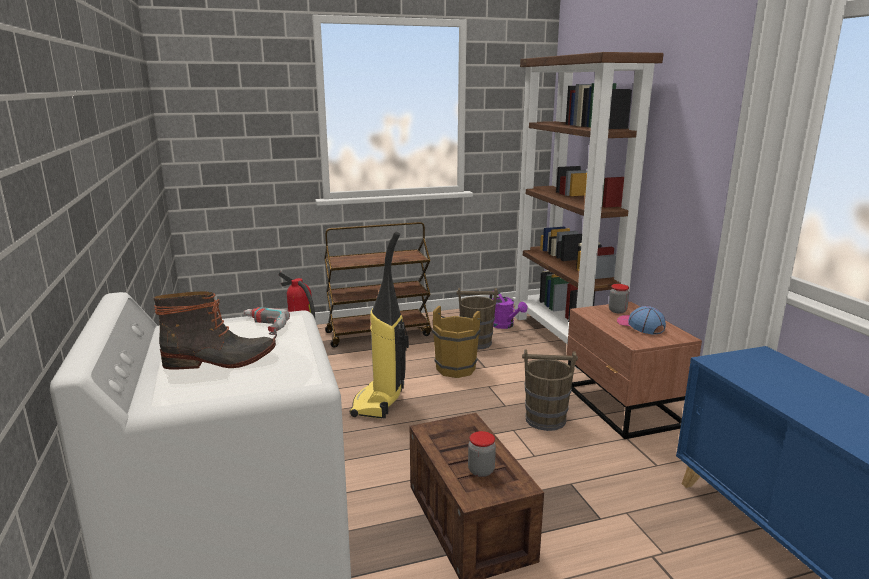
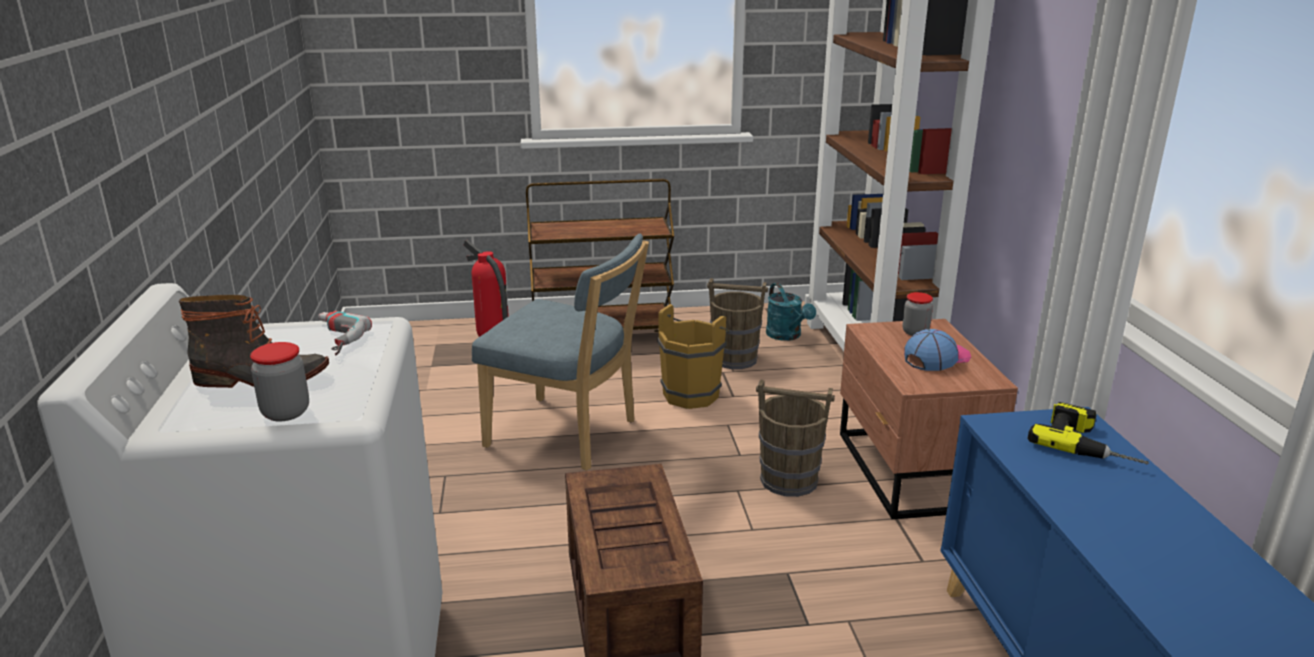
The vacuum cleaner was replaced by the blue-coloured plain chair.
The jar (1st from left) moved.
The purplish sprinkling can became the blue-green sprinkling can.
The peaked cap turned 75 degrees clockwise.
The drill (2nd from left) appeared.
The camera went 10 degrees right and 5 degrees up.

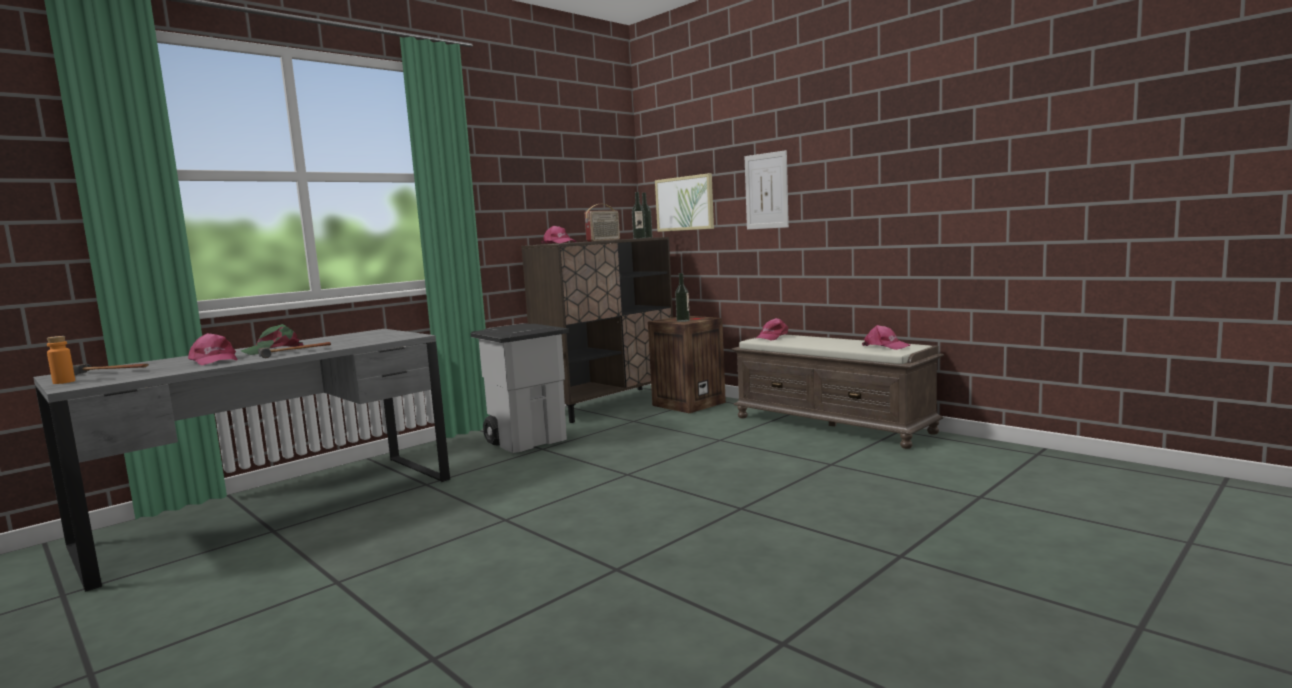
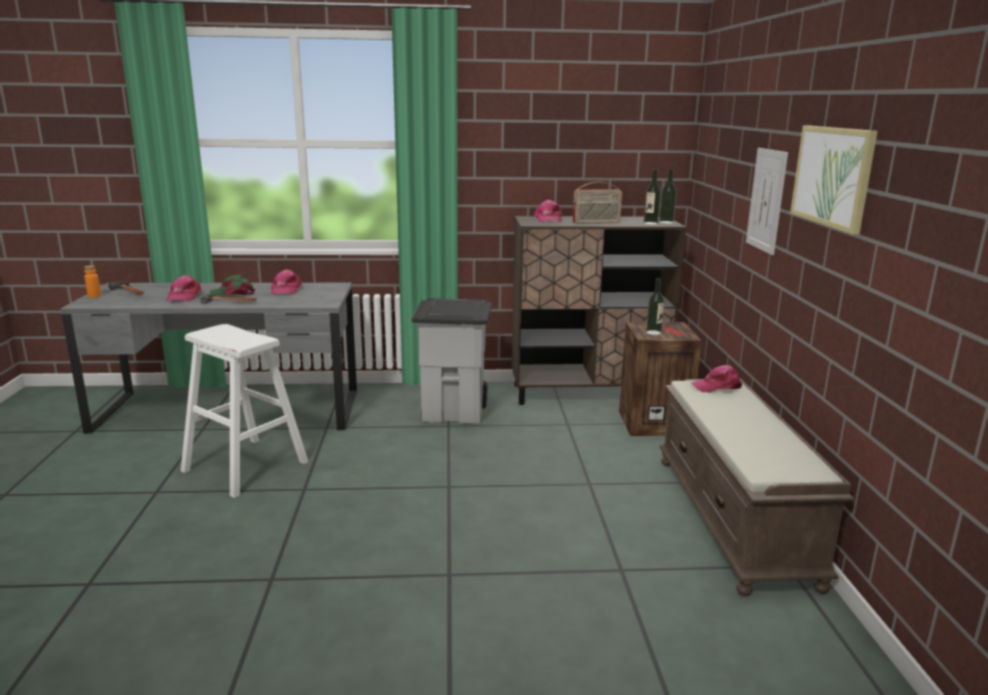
The wall art (1st from left in the first image) moved.
The pink peaked cap (4th from left in the first image) moved.
The white stool seat appeared.
The camera went 40 degrees right and 10 degrees up.

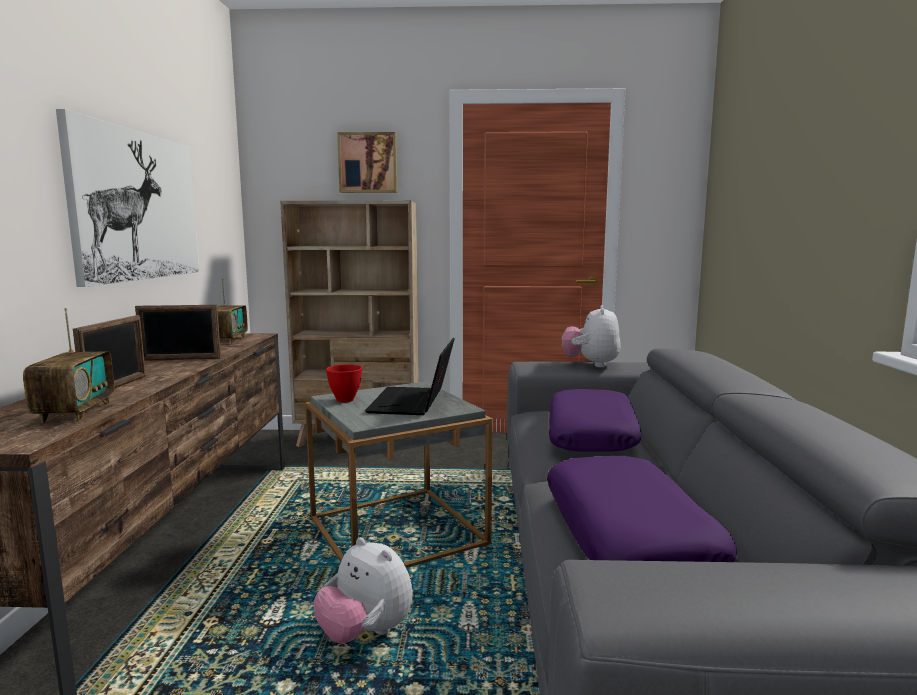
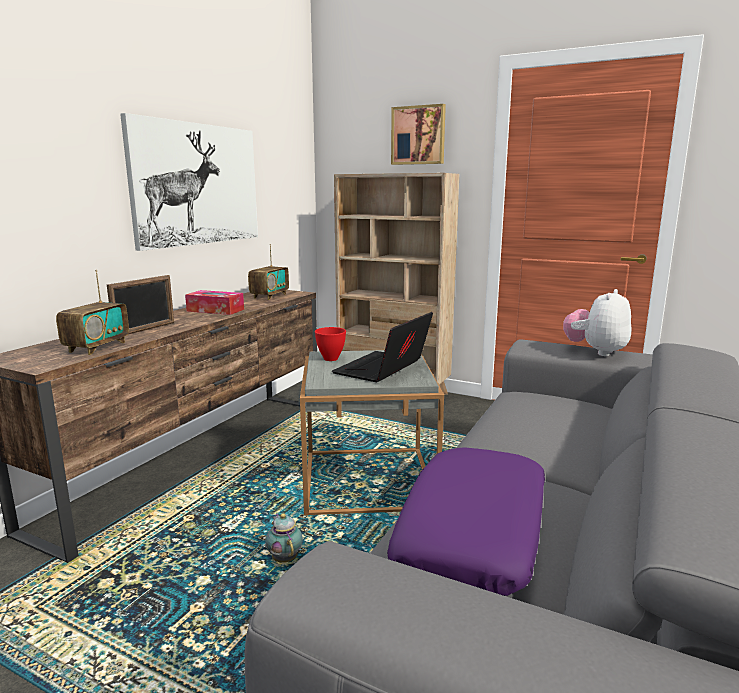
The picture frame (2nd from left) was replaced by the box of tissues.
The cuddly toy (1st from left) was replaced by the teapot.
The purplish pillow (1st from left) disappeared.
The camera went 25 degrees right and 5 degrees up.

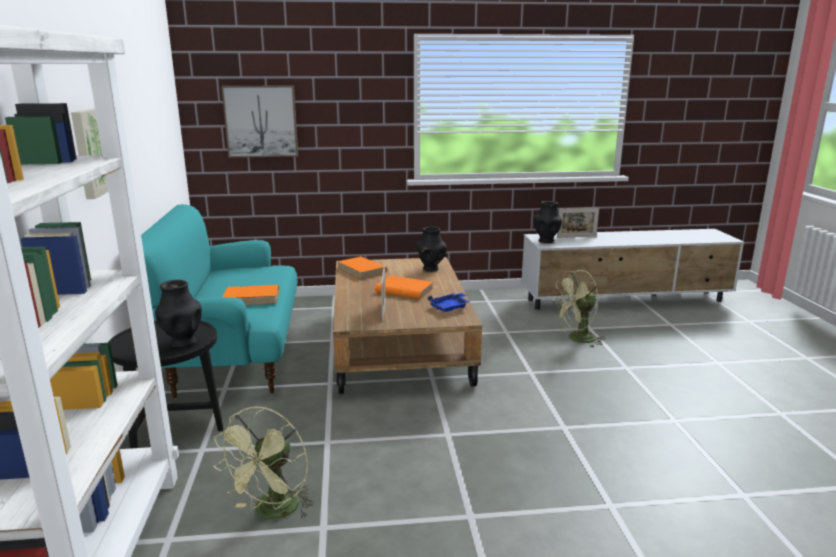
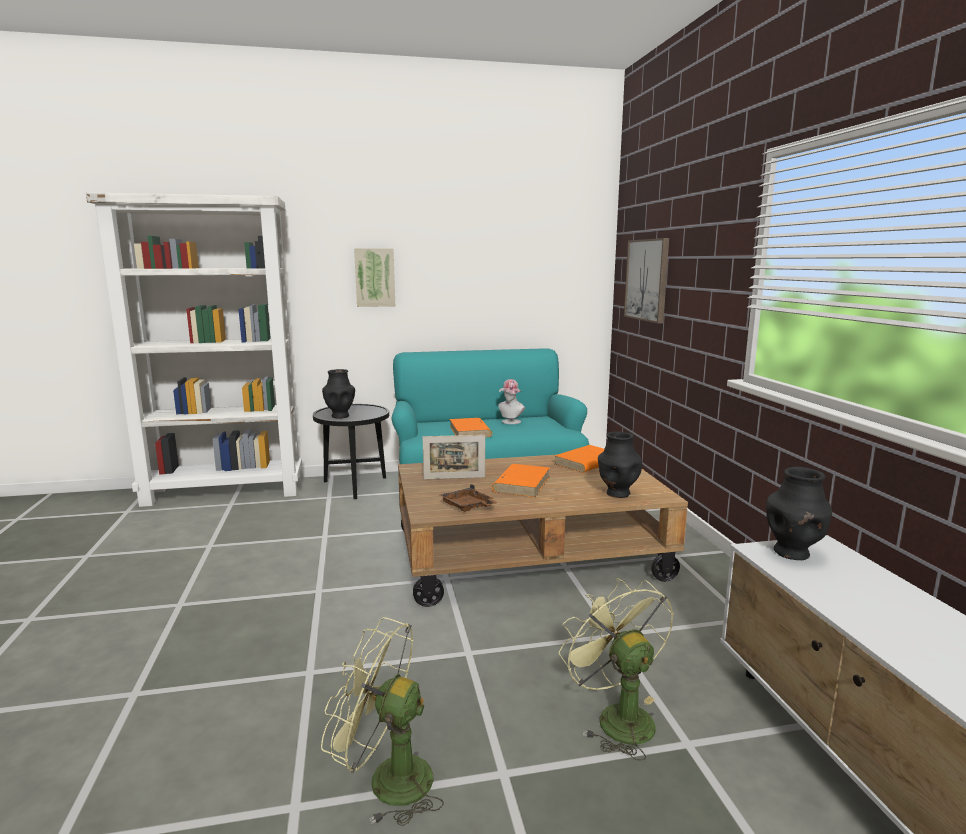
The green cooling fan (1st from left) moved.
The blue-coloured carrying tray became the brown carrying tray.
The picture frame (2nd from left) disappeared.
The clothing hat appeared.
The camera went 85 degrees right and 5 degrees down.

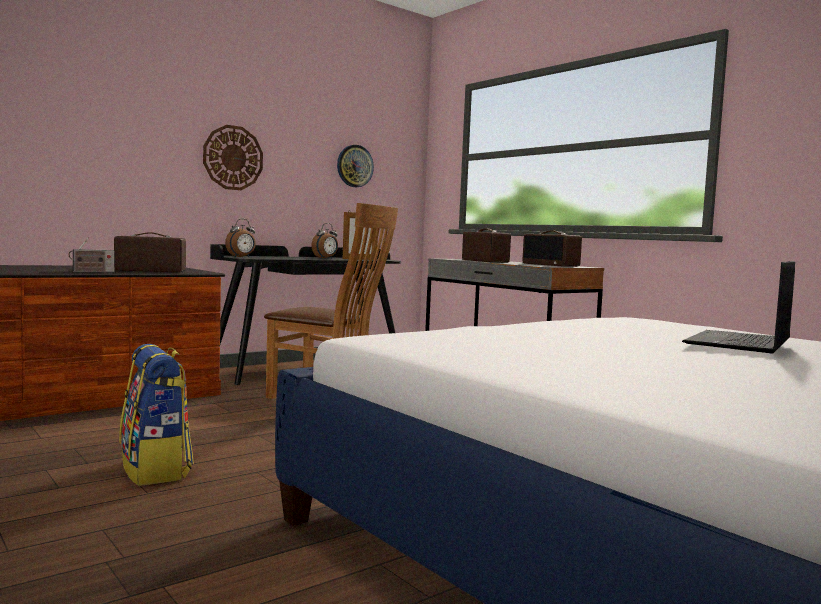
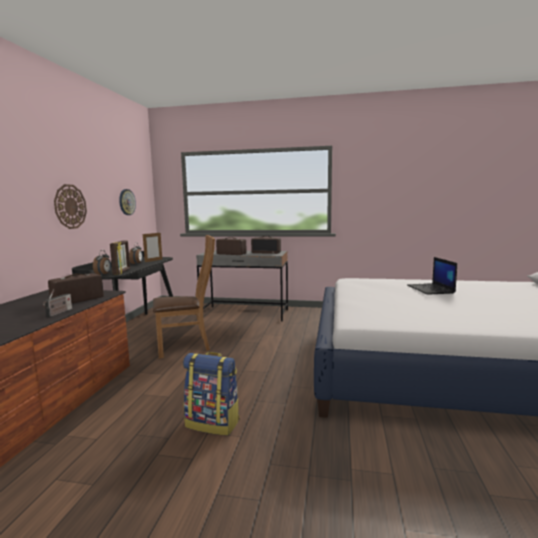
The picture frame (1st from left) appeared.
The camera went 40 degrees left and 5 degrees up.

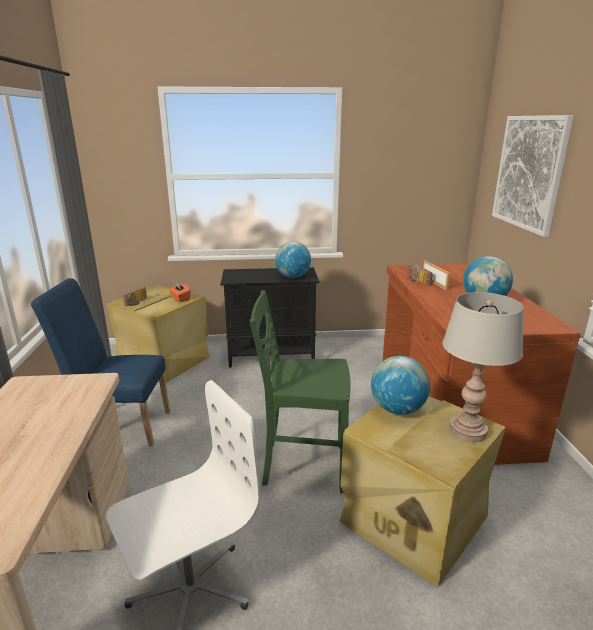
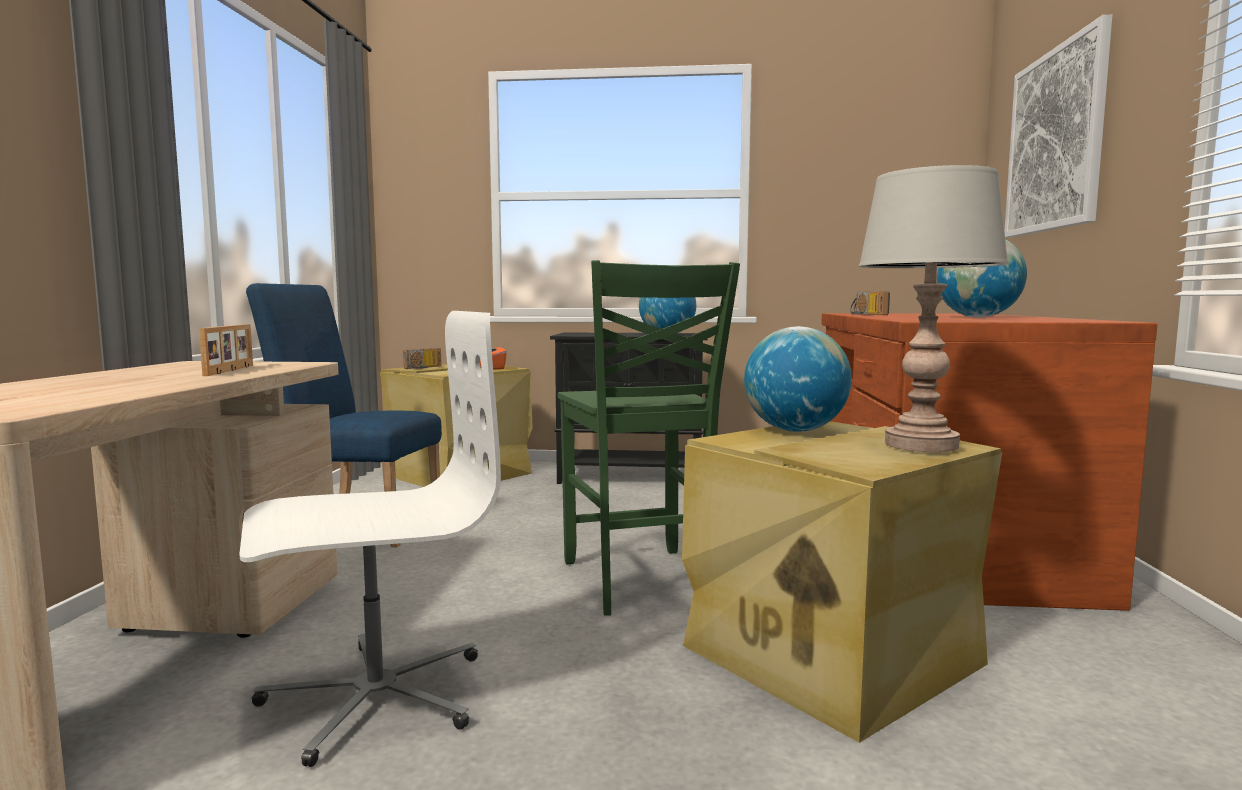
The green plain chair turned 120 degrees counterclockwise.
The picture frame moved.
The camera went 10 degrees right and 15 degrees down.

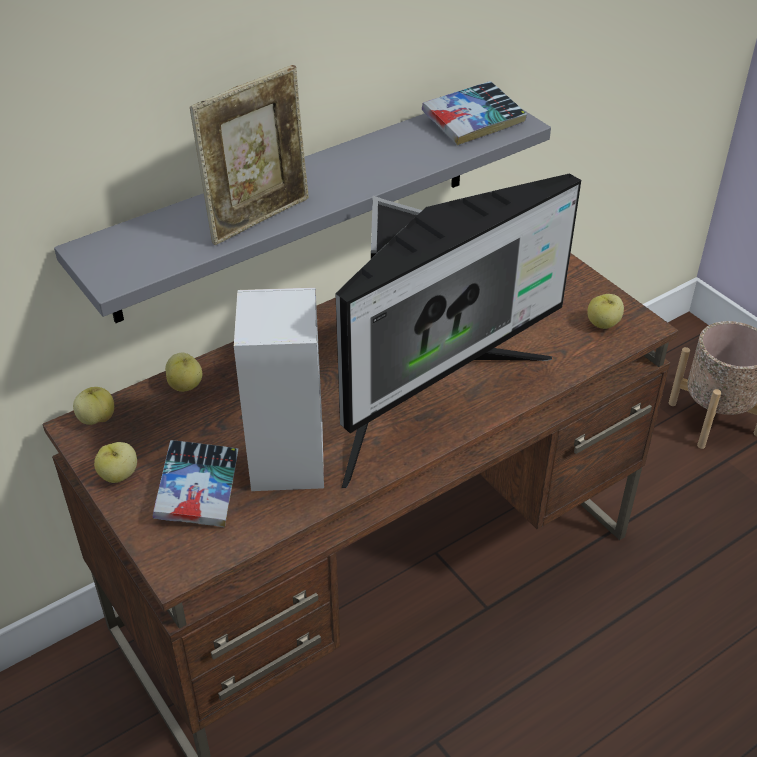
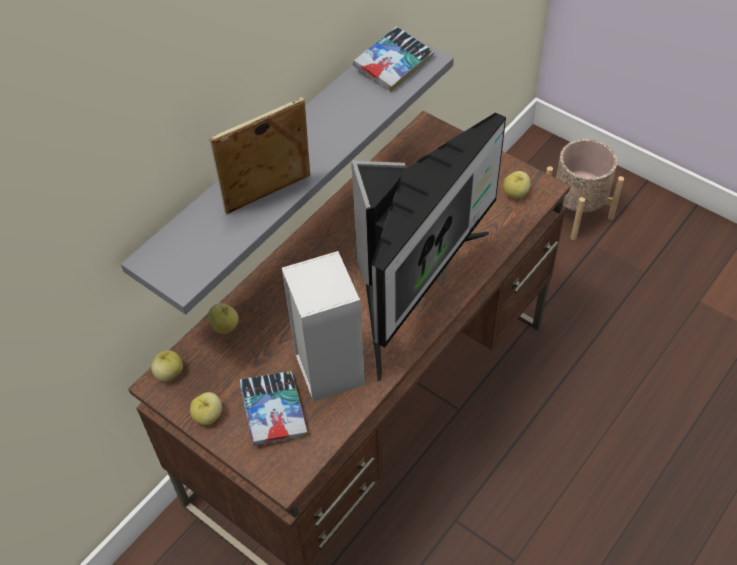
The picture frame turned 150 degrees counterclockwise.
The camera went 15 degrees left and 10 degrees up.

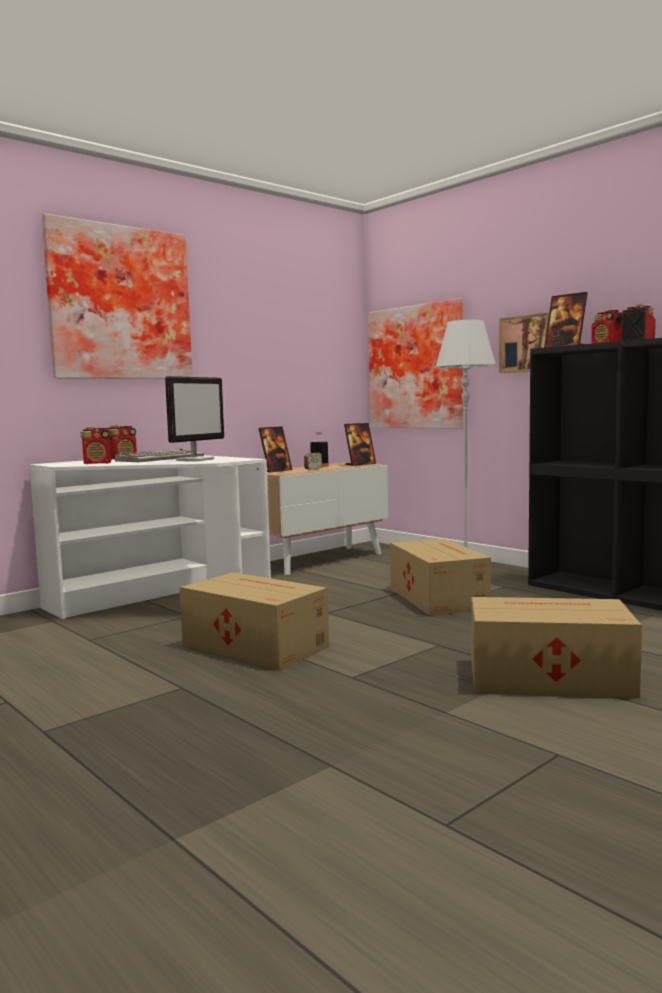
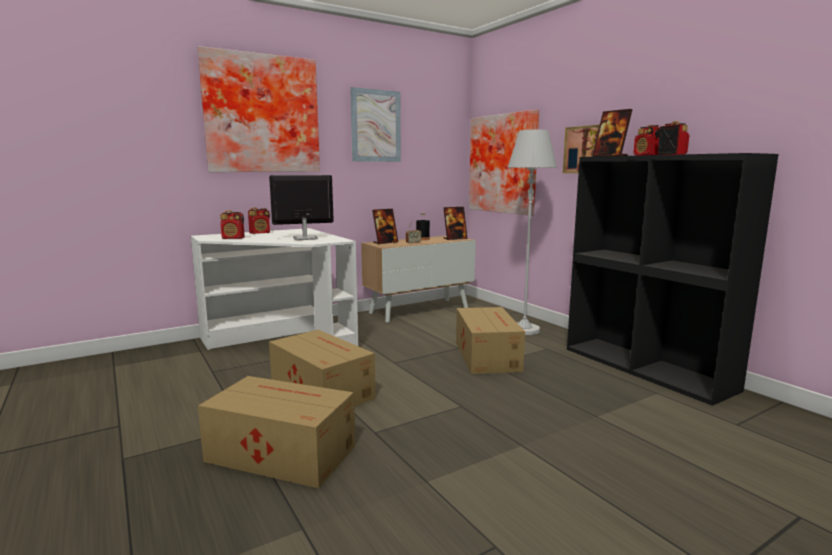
The keyboard disappeared.
The monitor turned 150 degrees counterclockwise.
The packing box (3rd from left in the first image) moved.
The wall art (2nd from left) appeared.
The camera went 10 degrees right and 5 degrees up.

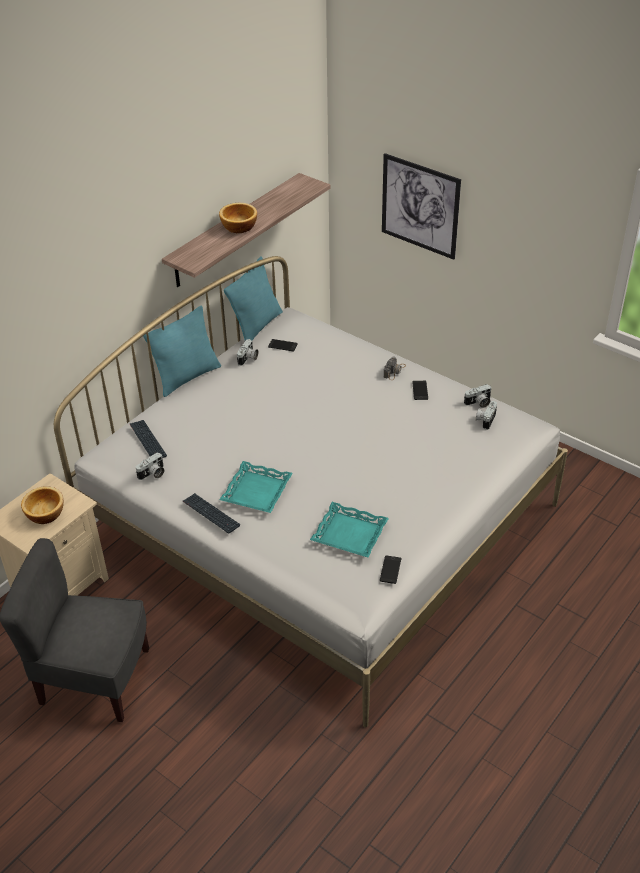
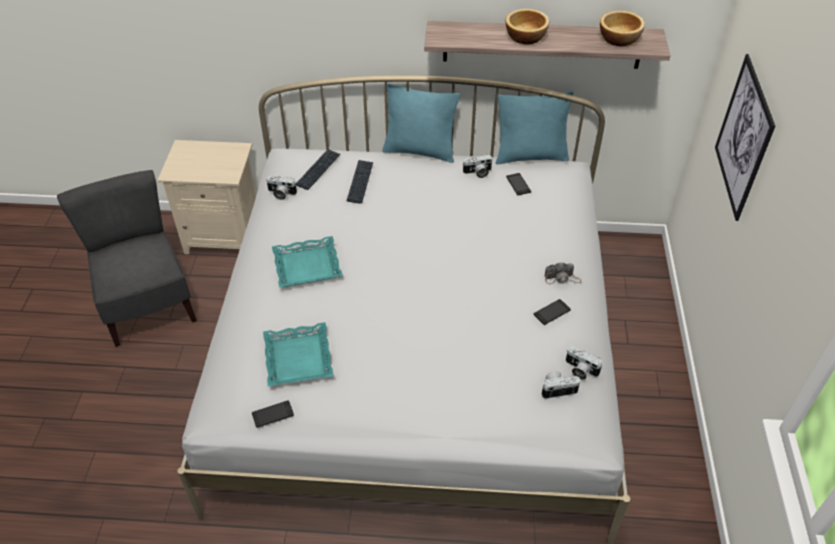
The serving bowl (1st from left in the first image) moved.
The keyboard (2nd from left) moved.
The camera went 55 degrees right and 5 degrees up.

